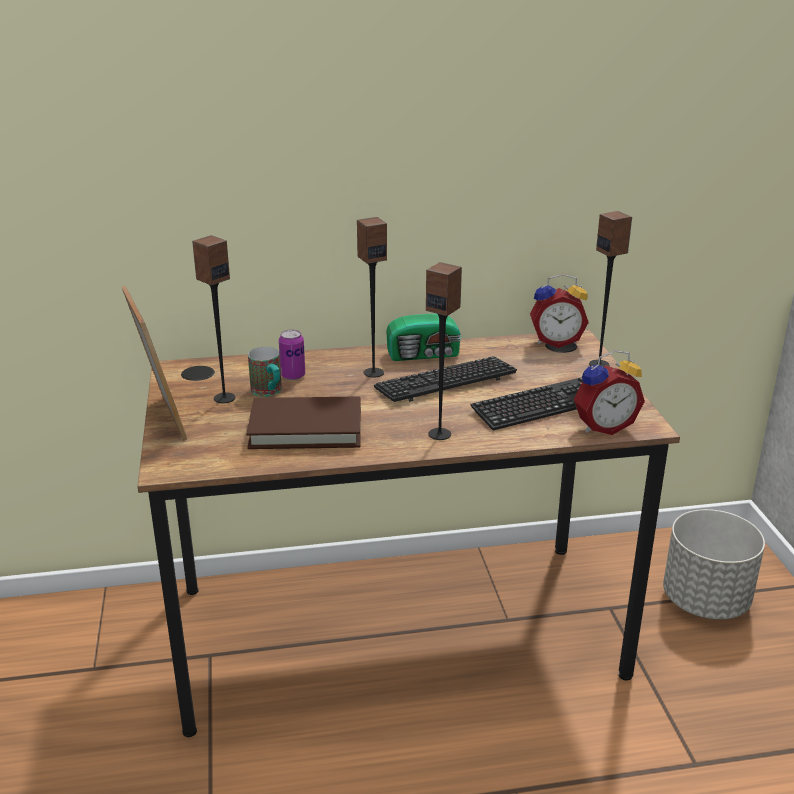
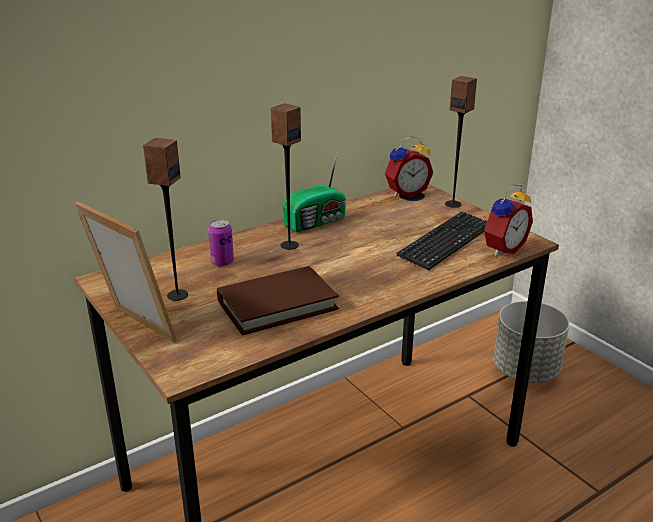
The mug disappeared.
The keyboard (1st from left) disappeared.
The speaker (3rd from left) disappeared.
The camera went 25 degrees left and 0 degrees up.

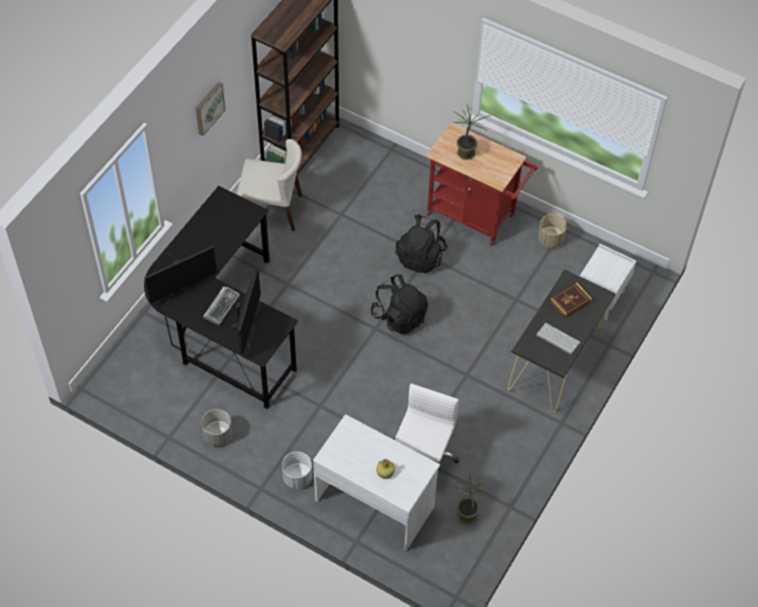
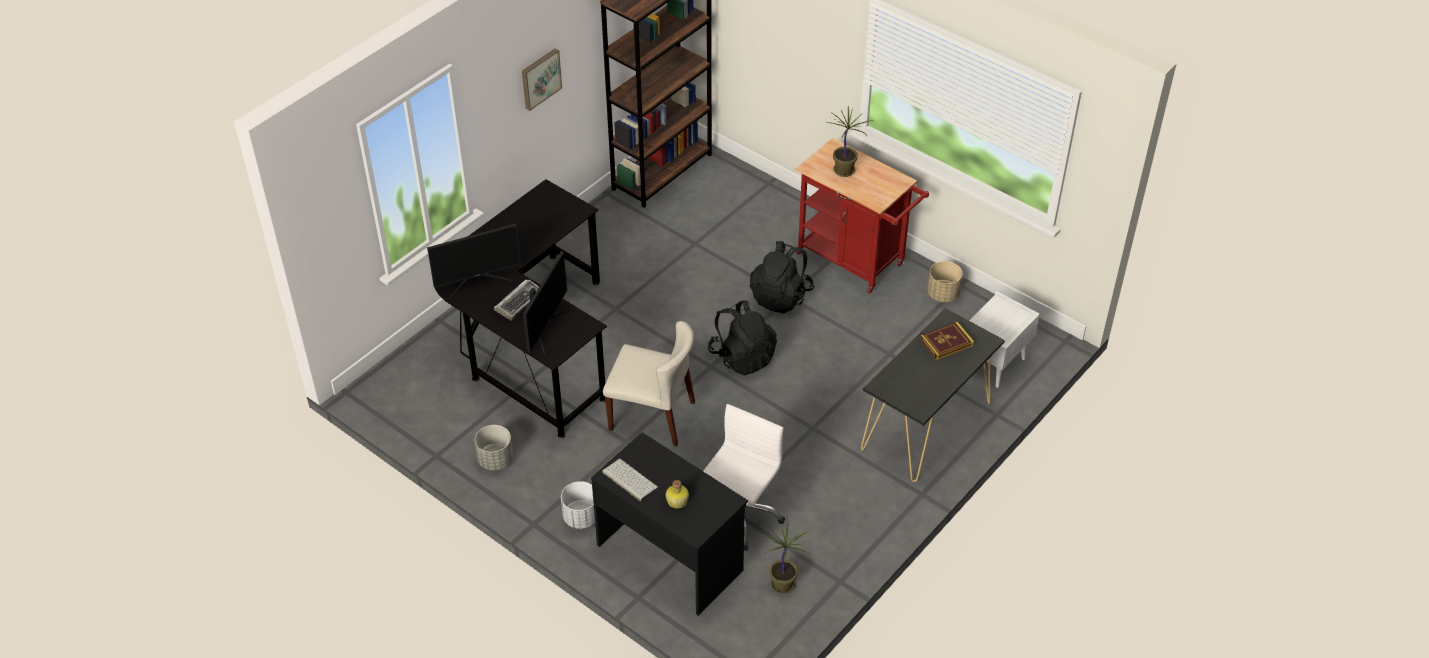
The sand-coloured plain chair moved.
The white desk became the blackish desk (2nd from left).
The keyboard (2nd from left) moved.
The camera went 10 degrees right and 10 degrees down.

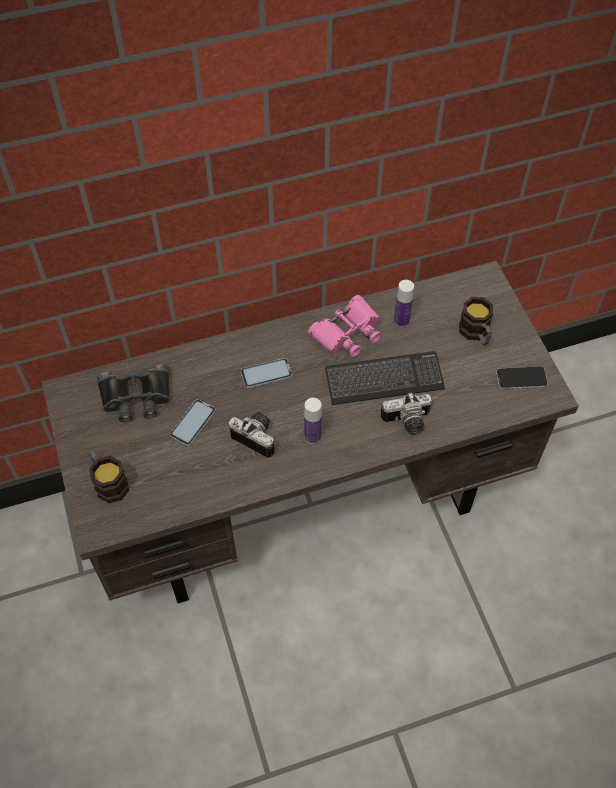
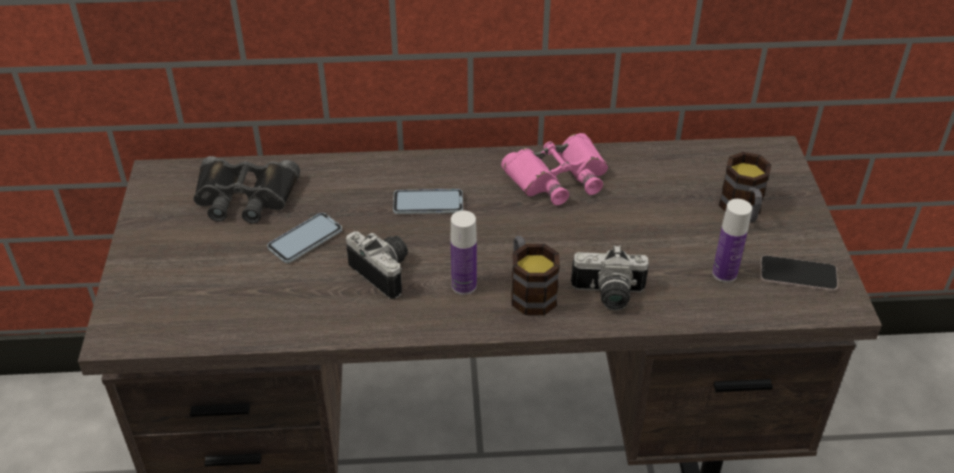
The mug (1st from left) moved.
The keyboard disappeared.
The beverage bottle (2nd from left) moved.
The camera went 15 degrees right and 15 degrees down.

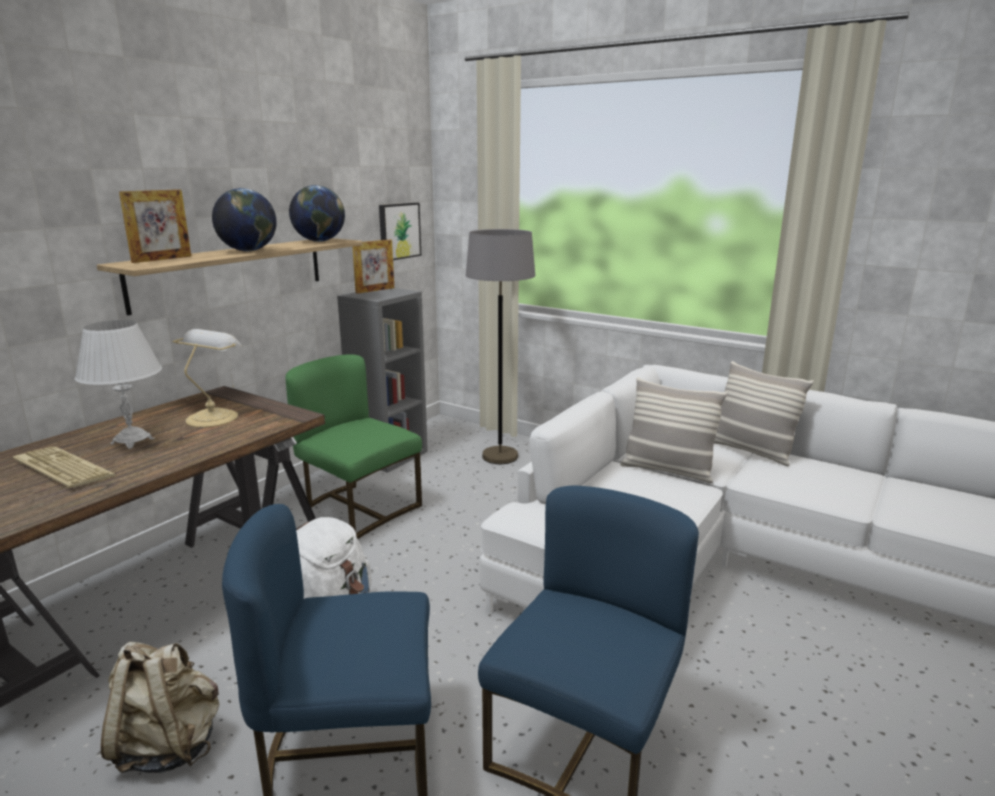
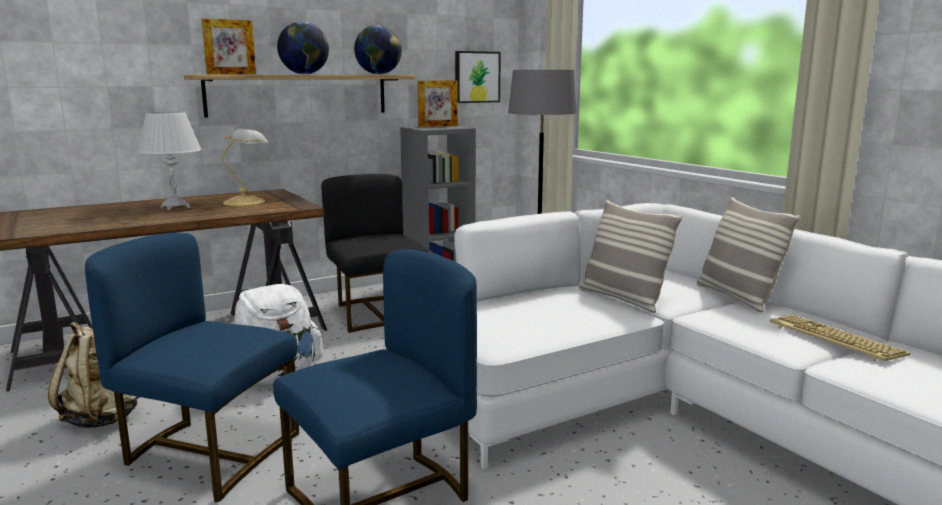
The keyboard moved.
The green plain chair became the blackish plain chair.
The camera went 25 degrees right and 5 degrees down.

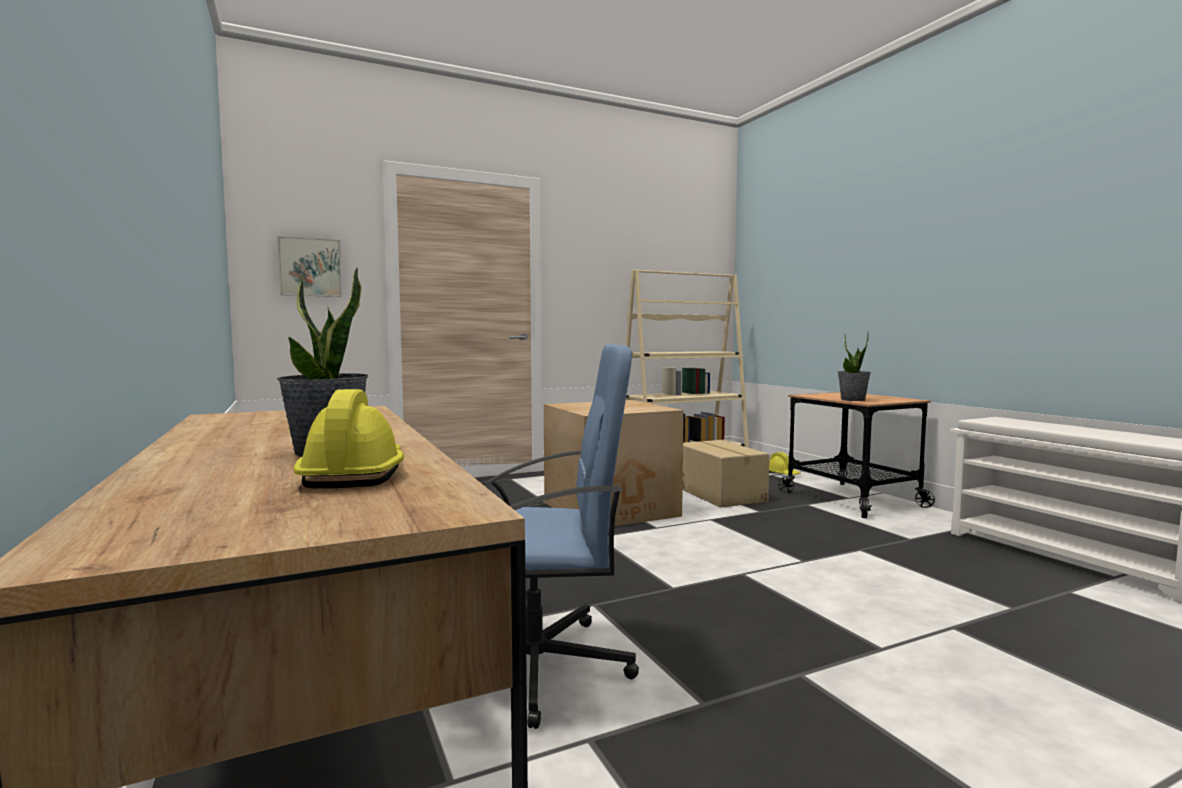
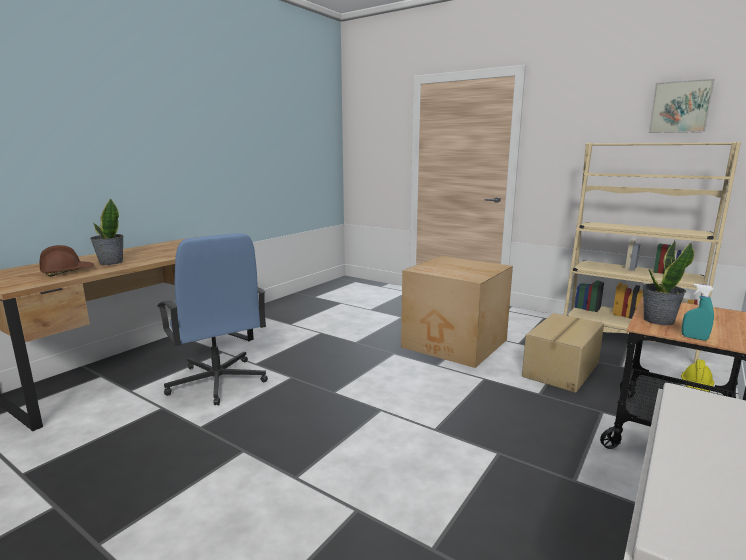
The wall art moved.
The yellow-coloured work helmet (1st from left) became the brown work helmet.
The blue-green spray bottle appeared.
The camera went 60 degrees right and 10 degrees up.

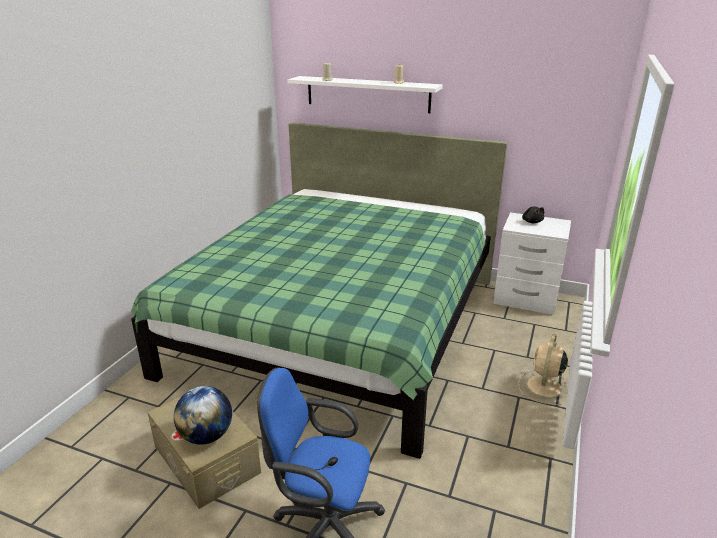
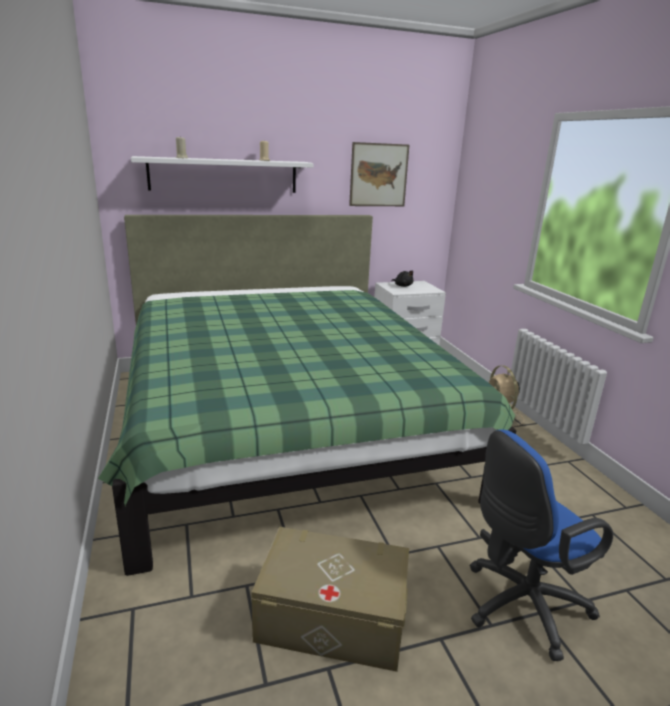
The world globe disappeared.
The wall art appeared.
The camera went 40 degrees left and 5 degrees down.

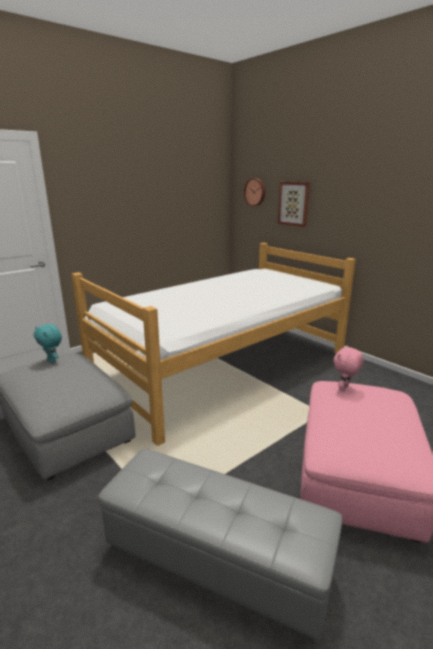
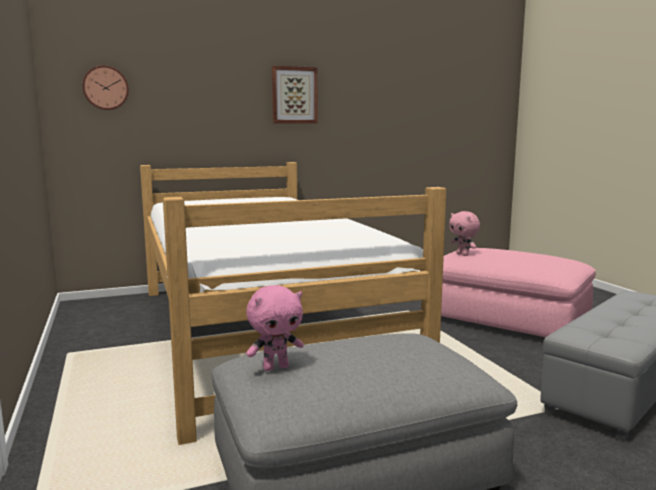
The blue-green cuddly toy became the pink cuddly toy (1st from left).
The wall art moved.
The camera went 70 degrees left and 10 degrees down.

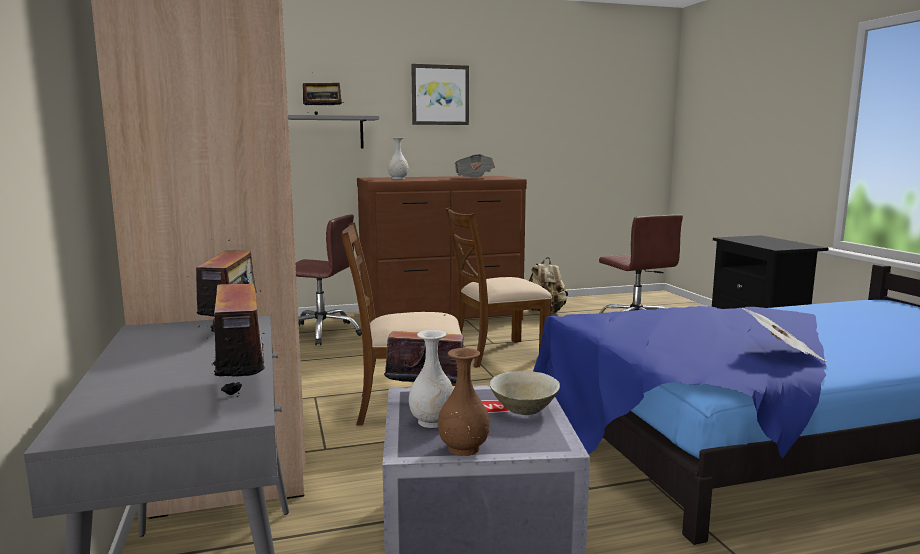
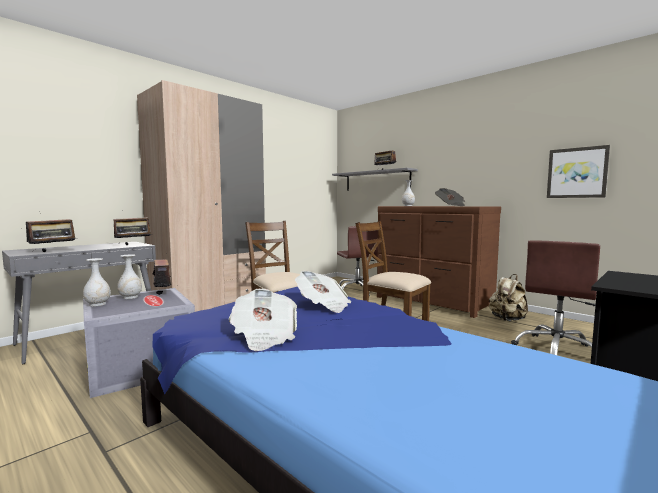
The wall art moved.
The brown decorative vase became the white decorative vase (1st from left).
The sand-coloured serving bowl disappeared.
The printed paper (2nd from left) appeared.
The camera went 60 degrees right and 5 degrees down.

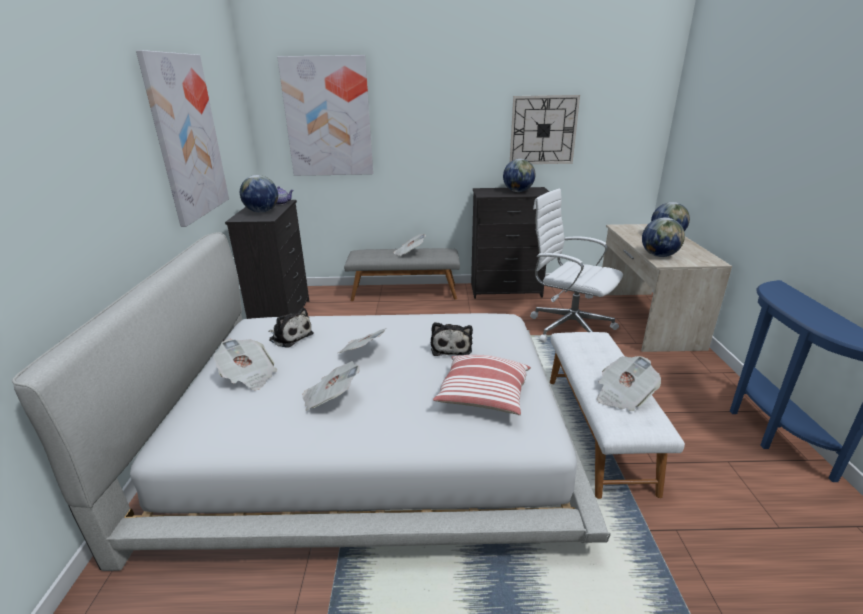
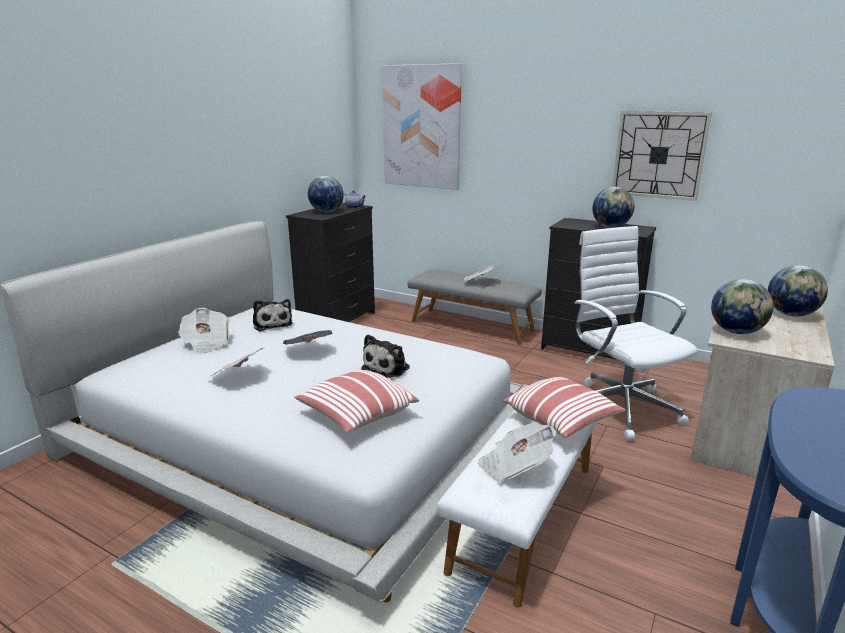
The wall art (1st from left) disappeared.
The pillow (2nd from left) appeared.
The camera went 30 degrees right and 5 degrees down.

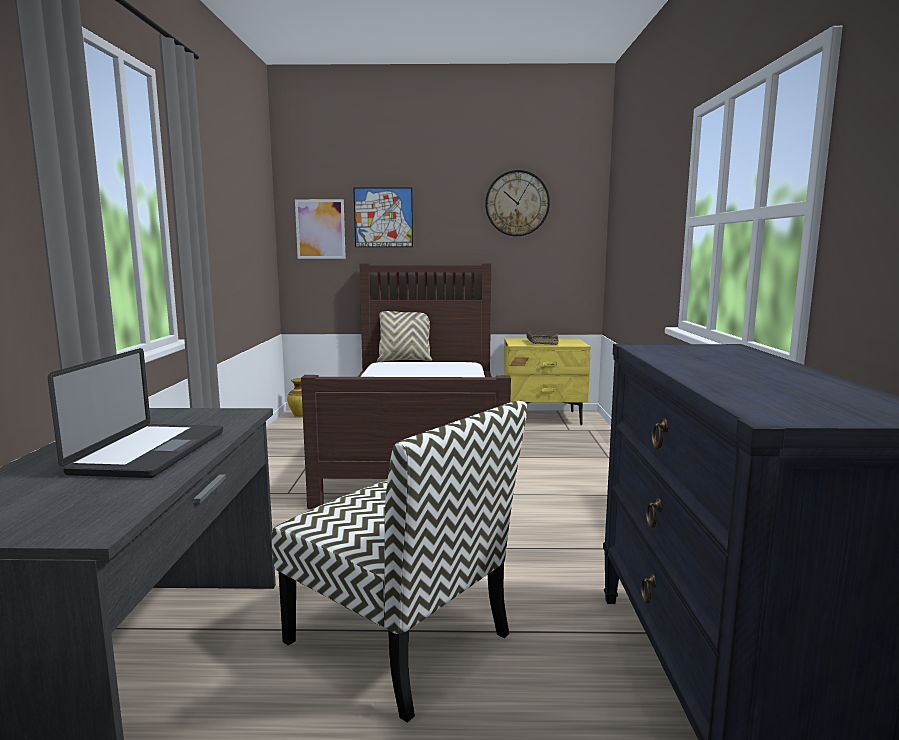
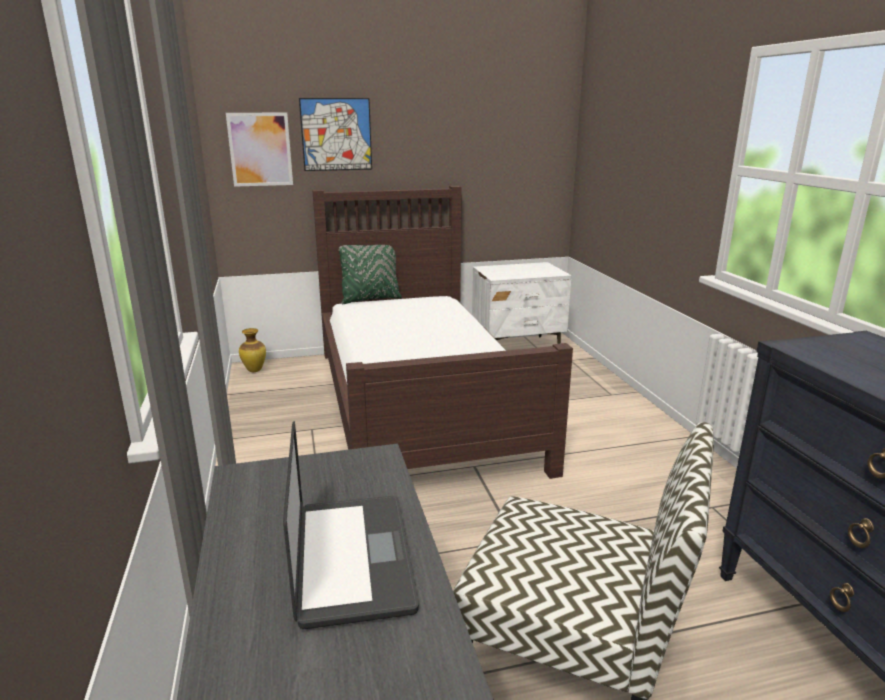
The sand-coloured pillow became the green pillow.
The hanging clock disappeared.
The yellow-coloured night table became the white night table.
The brown book disappeared.
The camera went 15 degrees left and 10 degrees up.

